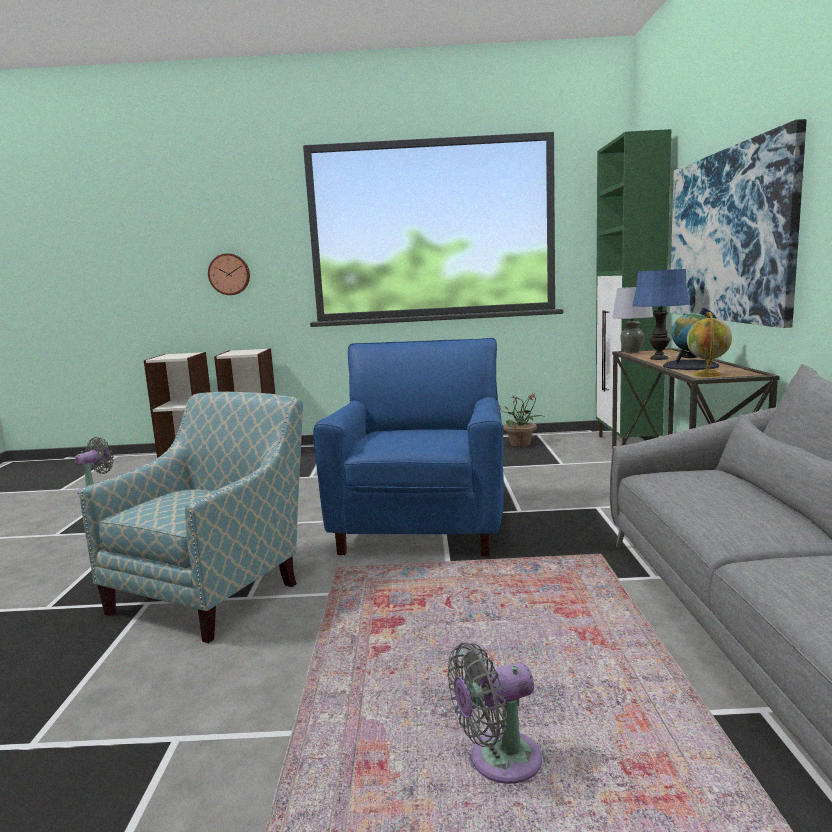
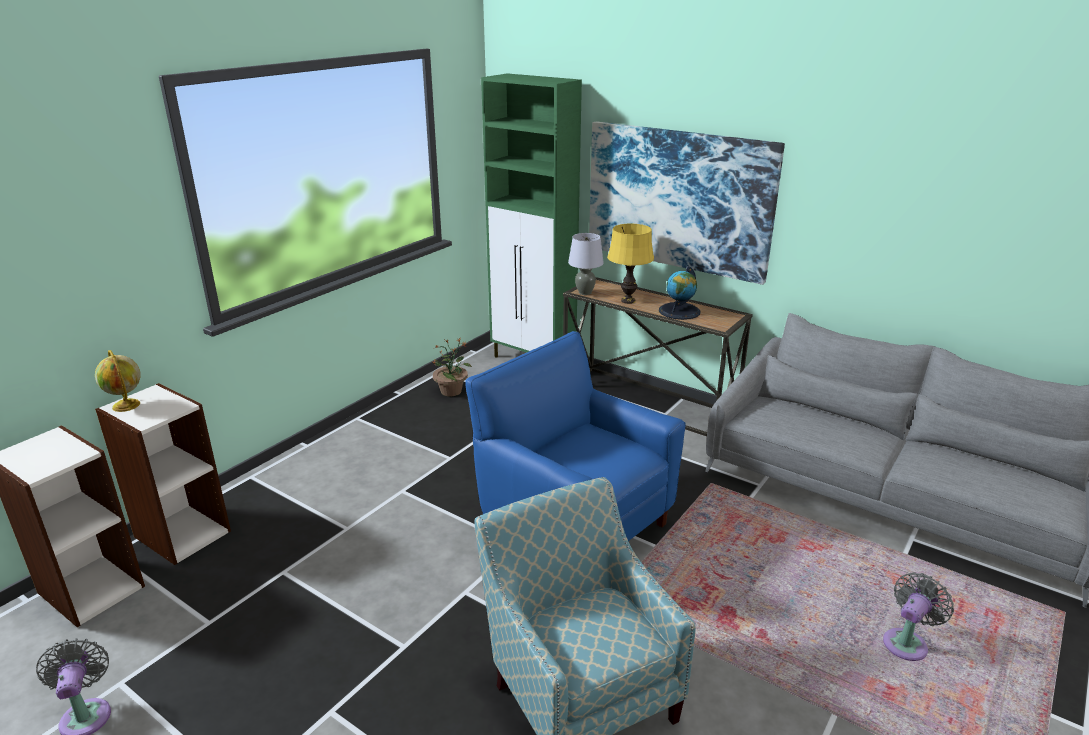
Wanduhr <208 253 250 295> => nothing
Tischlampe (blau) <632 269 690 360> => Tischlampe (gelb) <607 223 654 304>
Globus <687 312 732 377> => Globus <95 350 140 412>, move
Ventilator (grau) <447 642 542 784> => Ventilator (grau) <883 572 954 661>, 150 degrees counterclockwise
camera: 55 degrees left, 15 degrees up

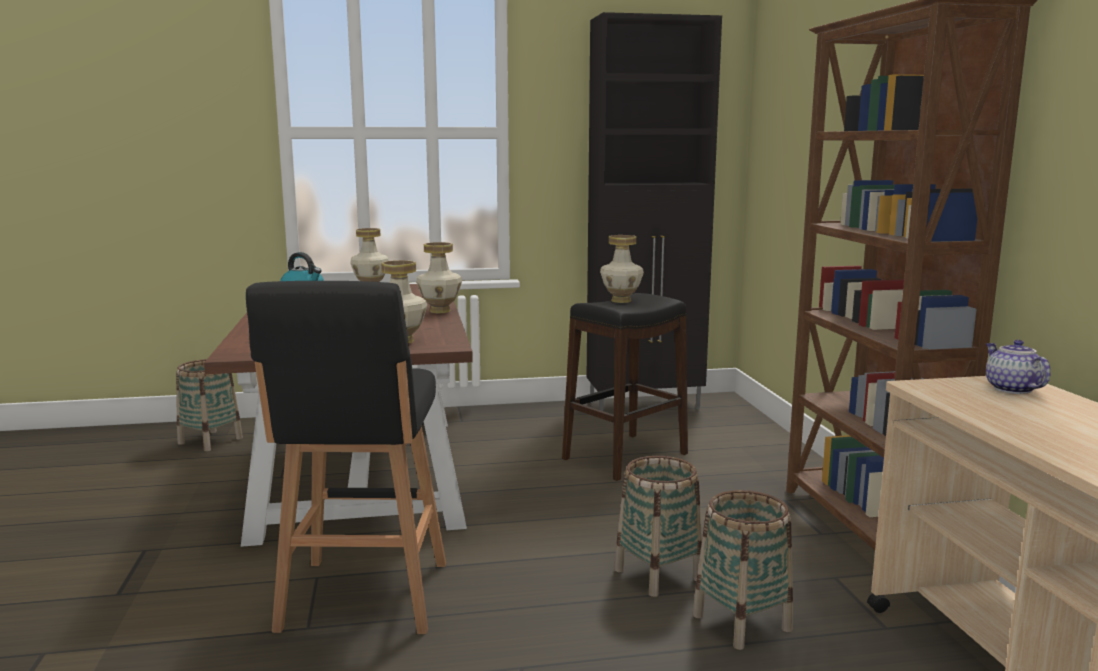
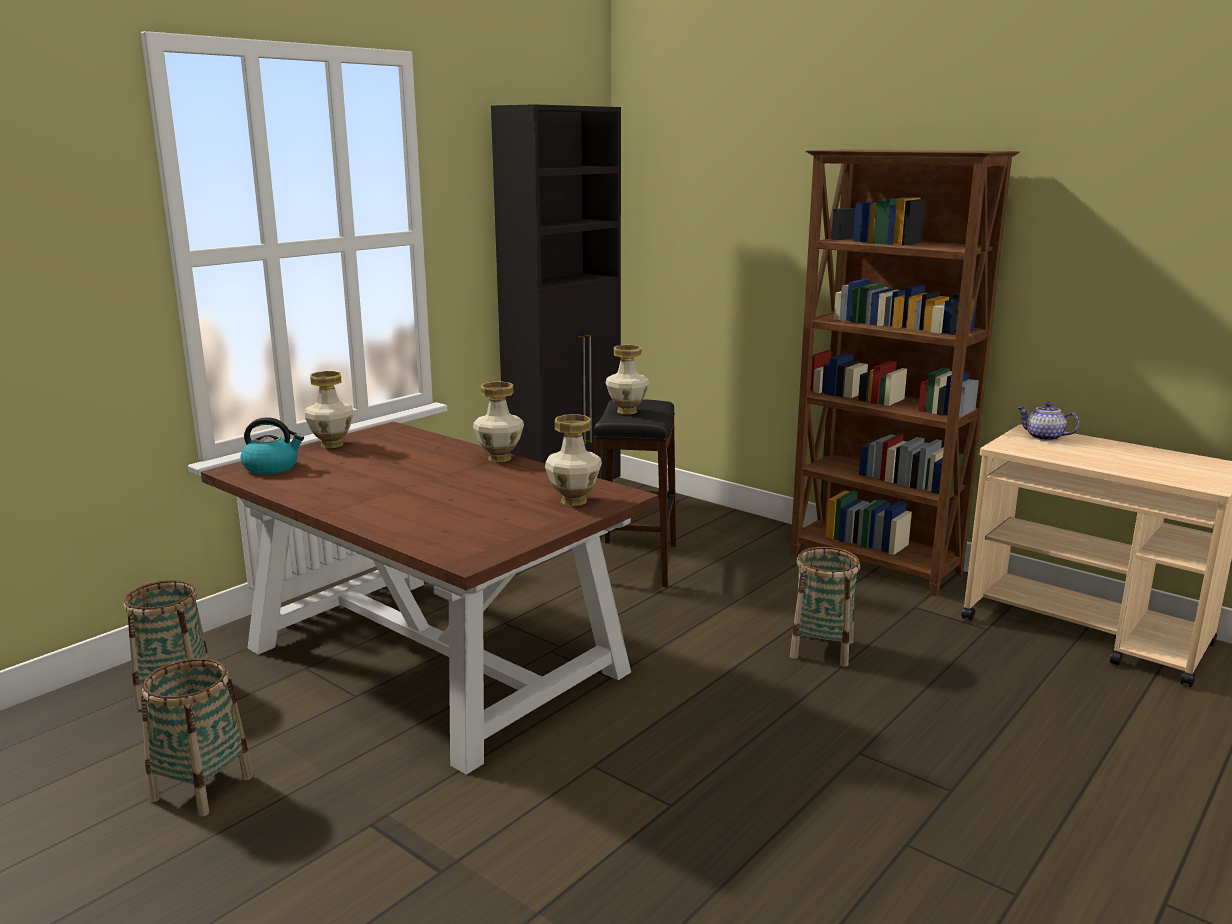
Hocker (schwarz) <246 281 446 634> => nothing
Korb <693 490 793 650> => Korb <141 658 253 817>, move
camera: 40 degrees left, 5 degrees up

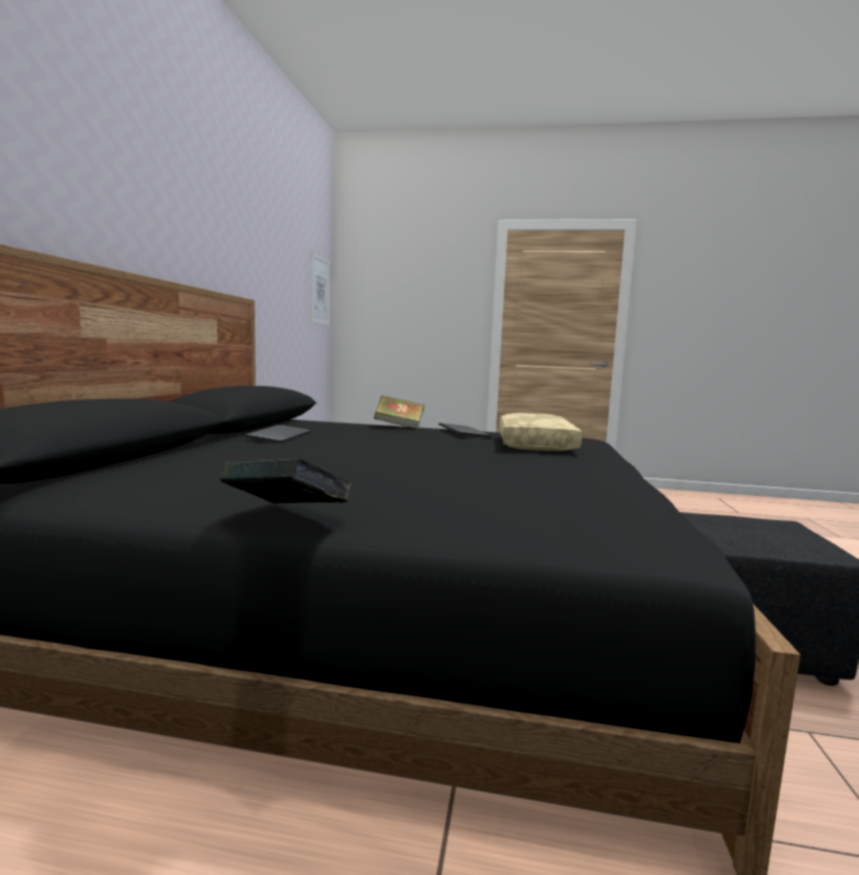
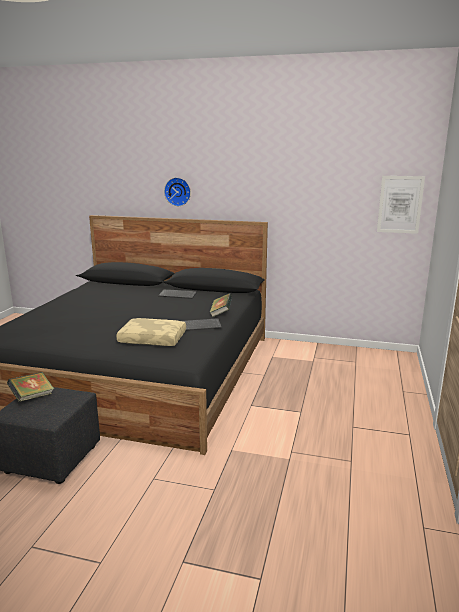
Buch <219 459 352 504> => Buch <7 372 54 402>, move
nothing => Wanduhr <164 177 191 206>
camera: 95 degrees right, 10 degrees up

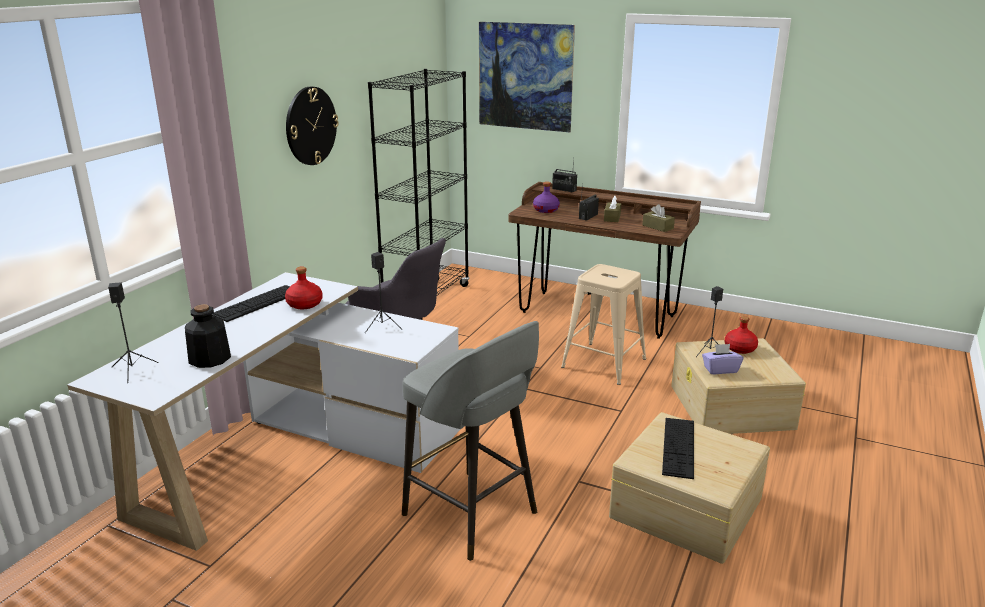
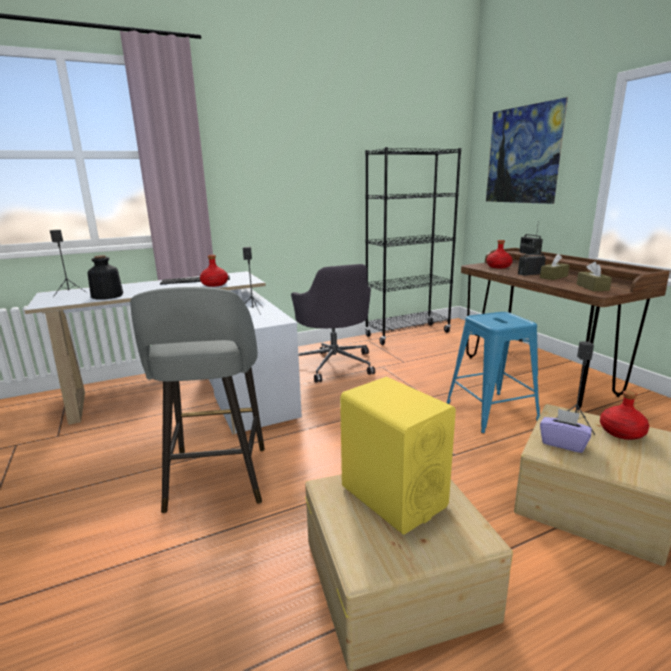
Wanduhr <286 87 339 165> => nothing
Flasche (lila) <533 182 560 213> => Flasche (rot) <486 240 513 268>
Hocker (beige) <561 264 646 385> => Hocker (blau) <446 312 540 433>
Tastatur <662 418 694 479> => Lautsprecher (gelb) <340 377 456 535>
camera: 40 degrees right, 5 degrees down

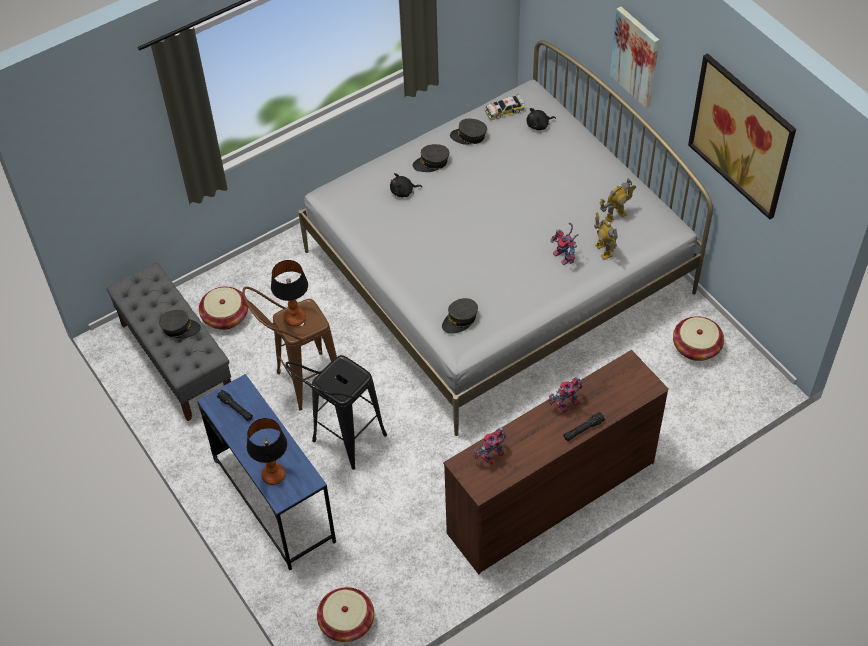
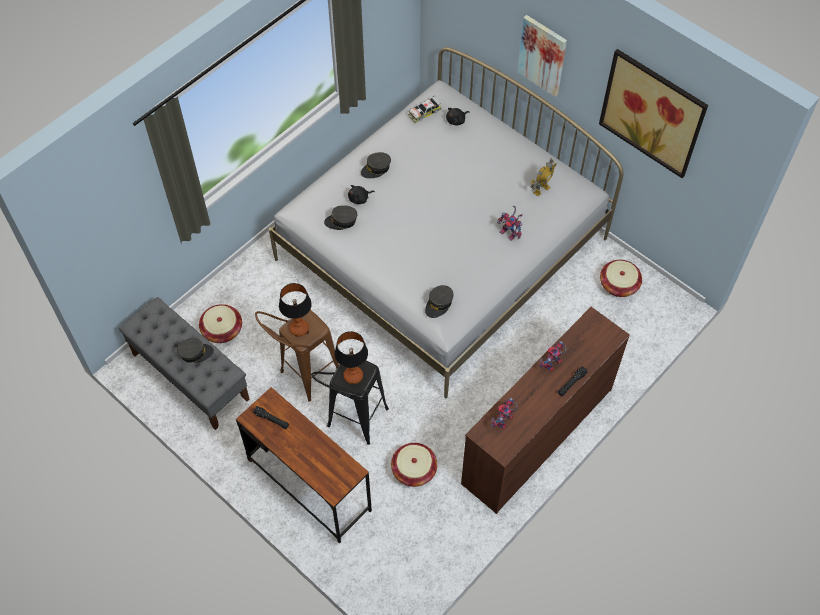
Kappe (grau) <450 119 487 145> => Kappe (grau) <324 205 357 230>, move
Spielzeugroboter <594 212 617 260> => nothing
Schreibtisch (blau) <197 374 336 570> => Schreibtisch (braun) <236 387 372 543>
Tischlampe <247 418 287 485> => Tischlampe <335 331 368 384>, move
Korb <317 587 374 642> => Korb <391 443 437 487>, move
camera: 15 degrees left, 5 degrees up

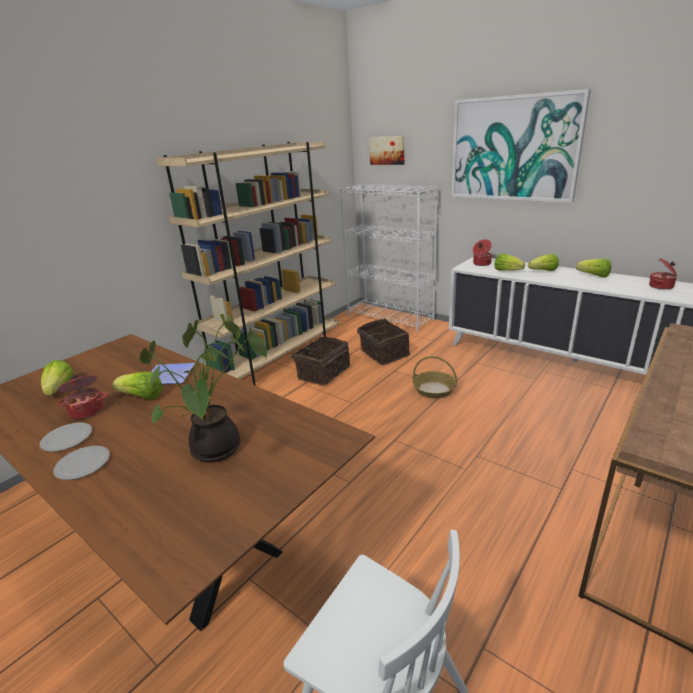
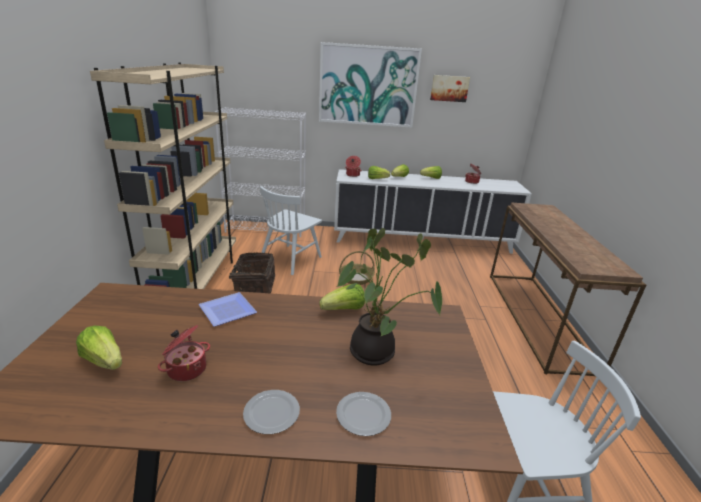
Bild <369 136 404 165> => Bild <430 75 470 102>, move
Korb <357 319 410 365> => Stuhl (weiß) <260 186 322 275>
Salatkopf <112 372 162 399> => Salatkopf <319 284 365 310>, move
Teller <40 423 92 452> => Teller <336 392 391 436>, move
camera: 40 degrees left, 0 degrees up

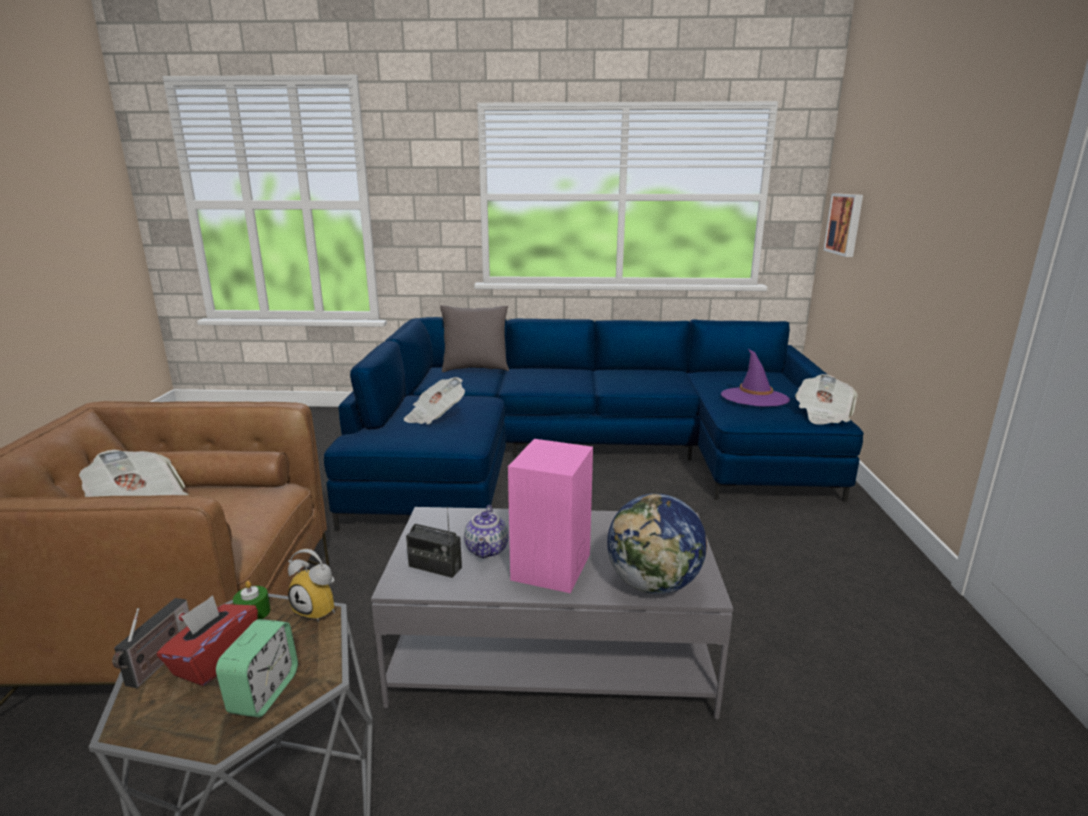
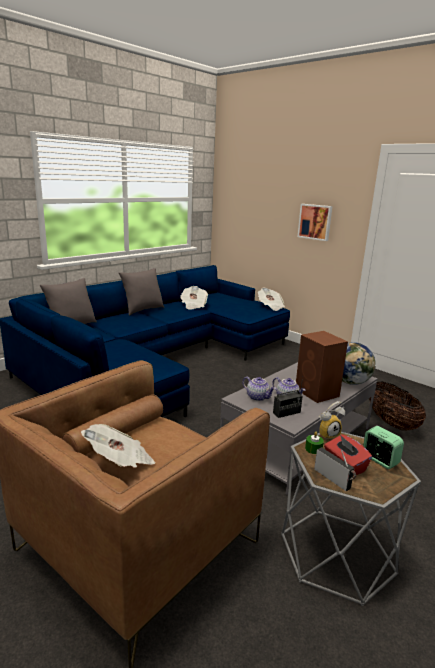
Bild <824 193 863 257> => Bild <297 204 332 241>, move
Hut (lila) <721 349 790 407> => nothing
Zeitung <404 377 465 424> => Zeitung <180 286 208 310>, move
Lautsprecher (rosa) <508 439 593 593> => Lautsprecher (braun) <296 331 348 403>
nothing => Kissen (grau) <119 268 164 316>
nothing => Teekanne <243 377 276 401>
nothing => Korb <369 382 426 431>
camera: 50 degrees left, 0 degrees up

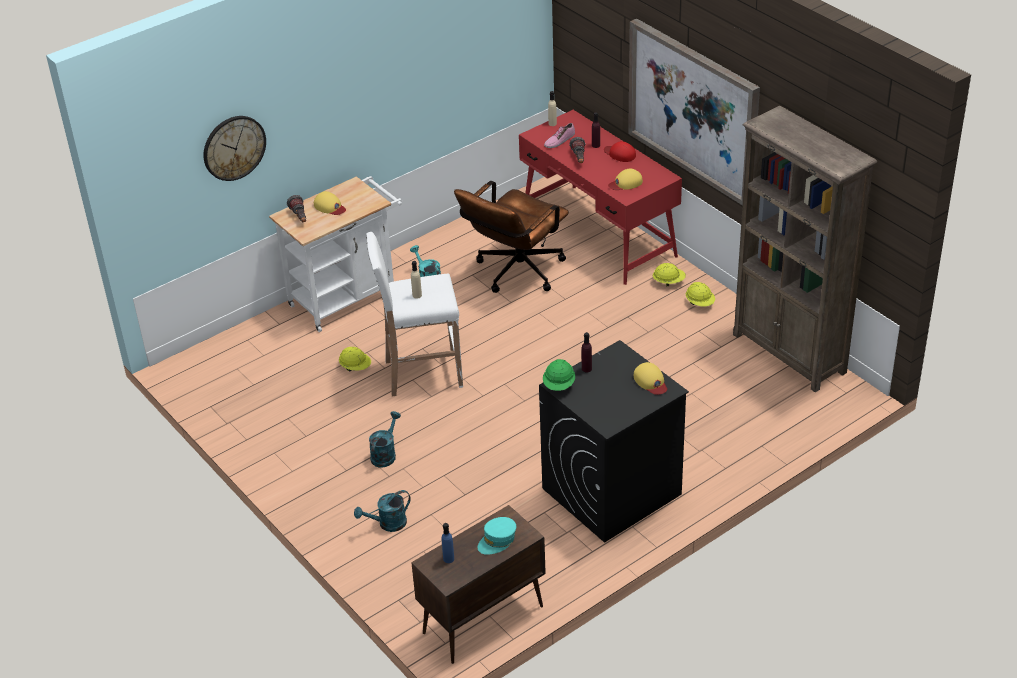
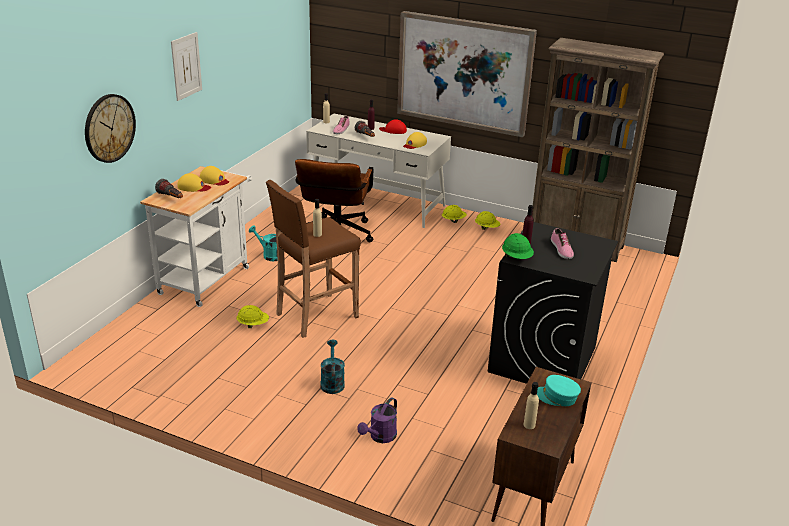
Schreibtisch (rot) <519 110 682 285> => Schreibtisch (weiß) <306 114 451 228>
Hocker (weiß) <366 232 463 396> => Hocker (braun) <266 180 361 338>
Kappe (gelb) <634 362 667 395> => Kappe (gelb) <200 166 229 185>, move
Gießkanne (türkis) <354 490 411 532> => Gießkanne (lila) <357 397 397 443>
Kappe (türkis) <478 517 516 555> => Kappe (türkis) <537 375 581 406>, 90 degrees clockwise
Flasche (blau) <442 523 454 563> => Flasche (beige) <523 382 539 429>
nothing => Bild <171 32 202 101>
nothing => Schuh <551 228 574 259>
camera: 30 degrees left, 10 degrees down

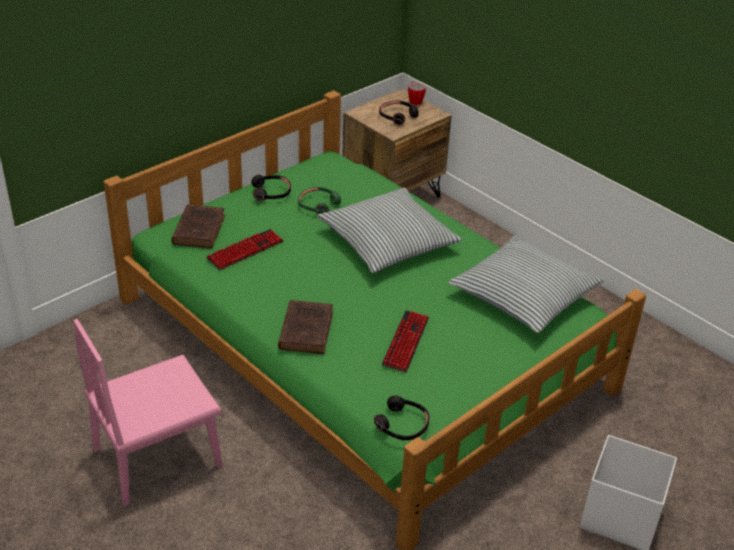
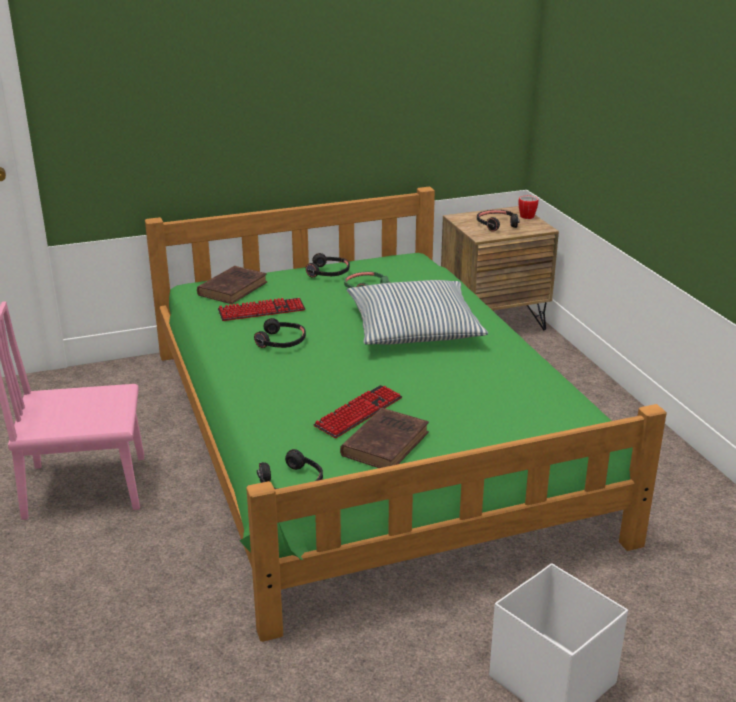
Kissen <448 235 604 333> => nothing
Buch (braun) <278 300 333 354> => Buch (braun) <340 408 429 468>, move
nothing => Kopfhörer (schwarz) <254 318 306 348>
camera: 25 degrees right, 10 degrees down

